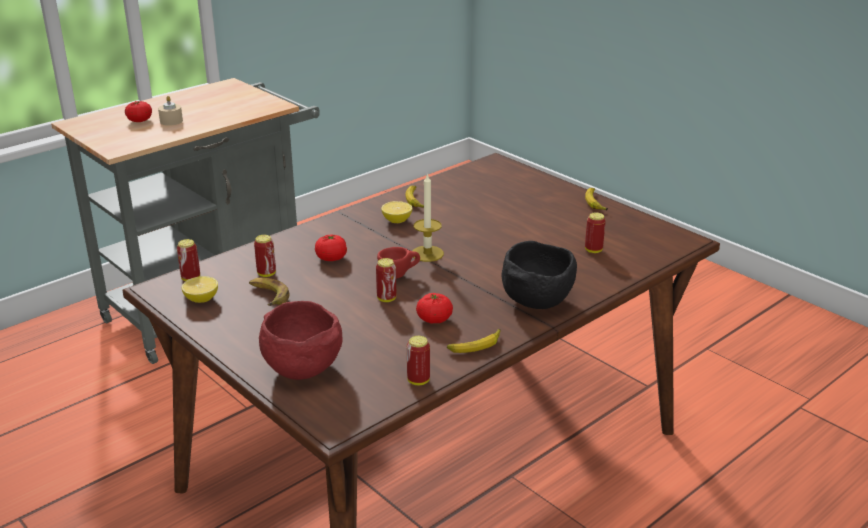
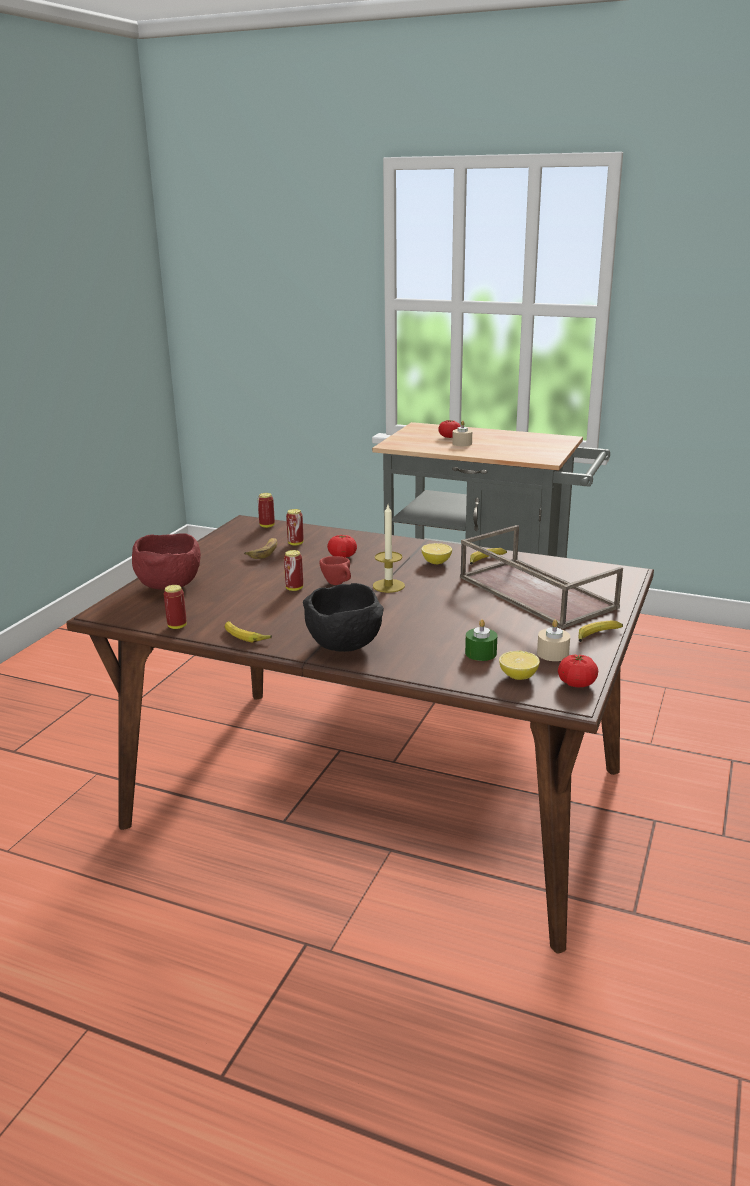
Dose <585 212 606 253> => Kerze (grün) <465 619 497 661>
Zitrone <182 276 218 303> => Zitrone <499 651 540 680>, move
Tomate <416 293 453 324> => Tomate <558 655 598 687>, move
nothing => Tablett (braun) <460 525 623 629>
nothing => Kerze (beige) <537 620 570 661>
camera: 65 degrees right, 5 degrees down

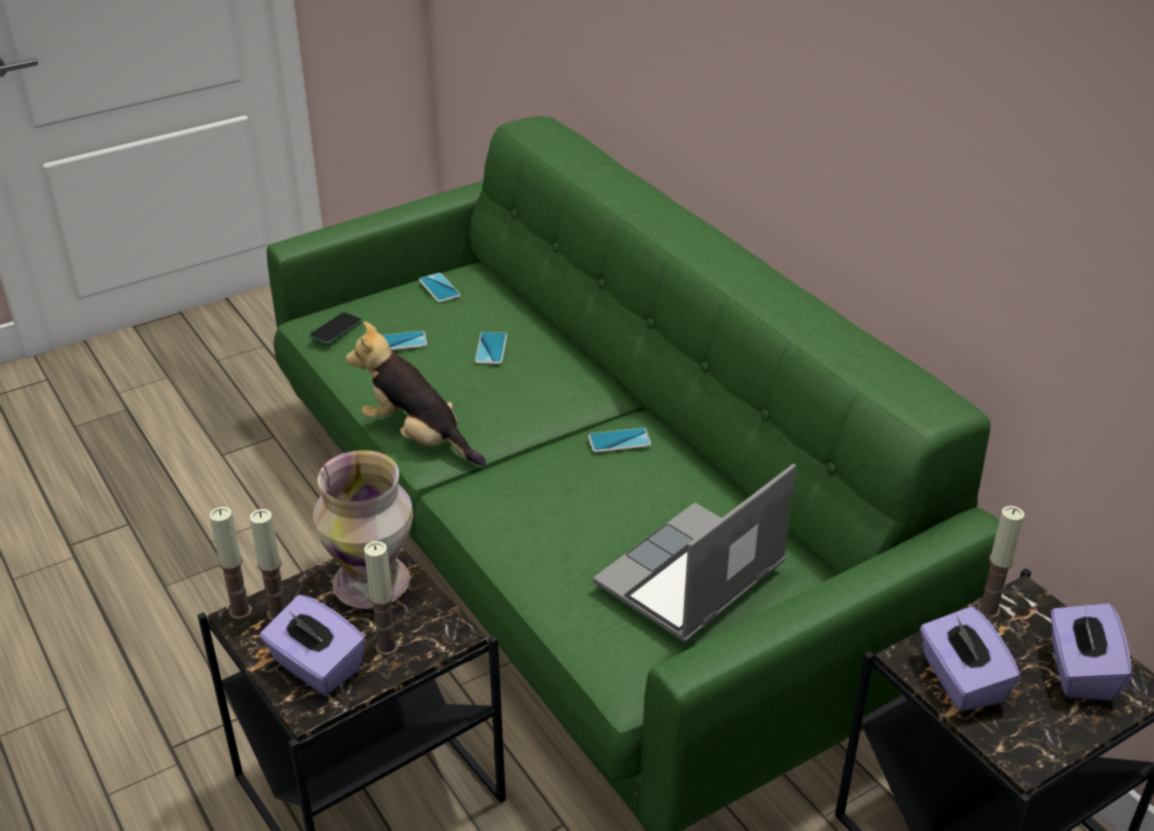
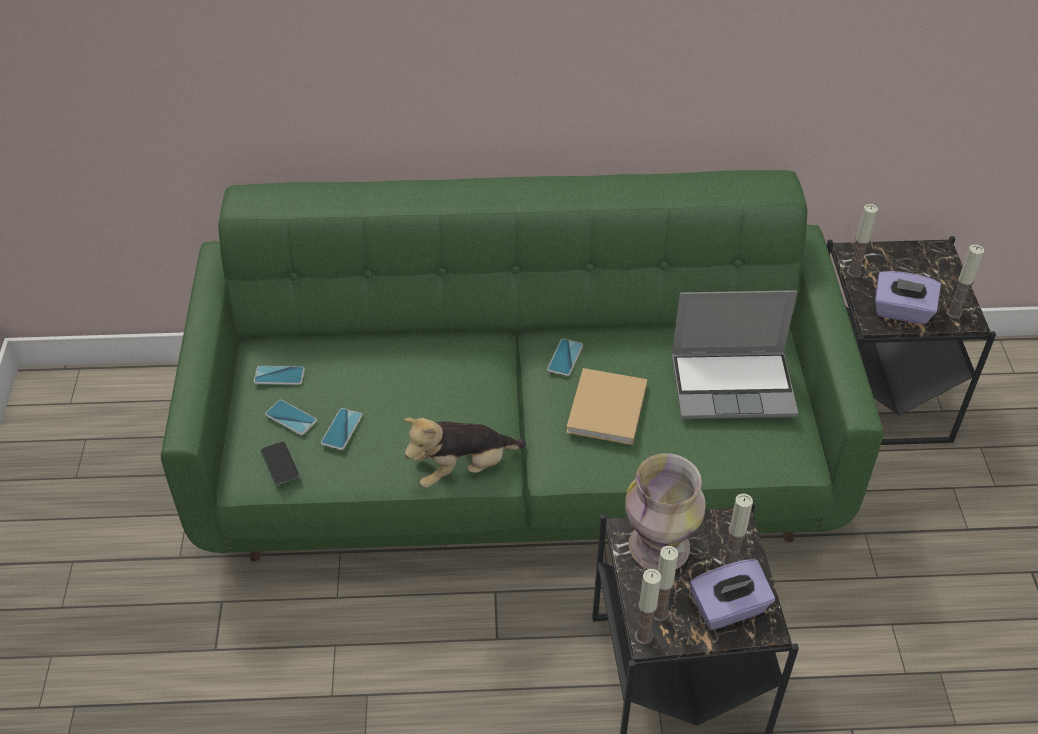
Handy <475 332 507 364> => Handy <265 400 317 435>, move
Laptop <593 463 796 643> => Laptop <671 290 798 419>, 75 degrees counterclockwise
Taschentuchbox (lila) <1051 602 1132 701> => nothing
nothing => Kerze <946 244 984 319>
nothing => Buch (beige) <566 368 647 445>
camera: 60 degrees left, 10 degrees up

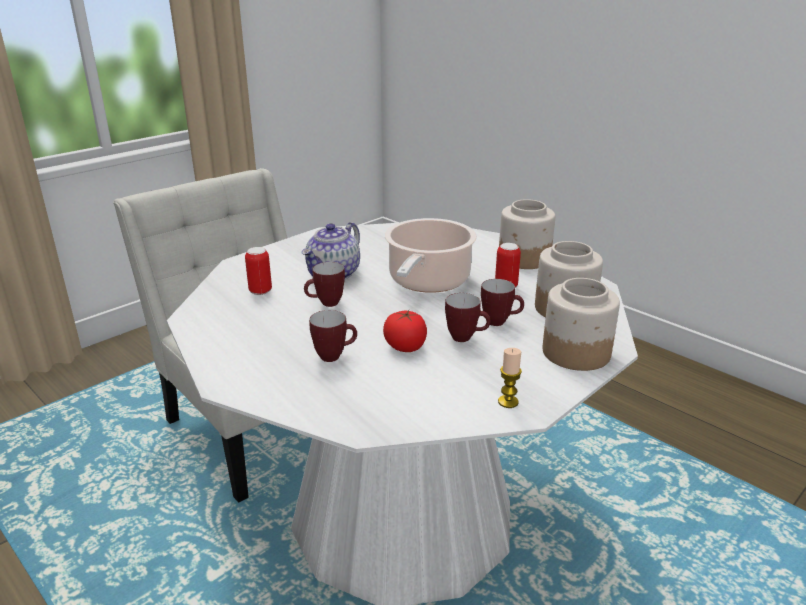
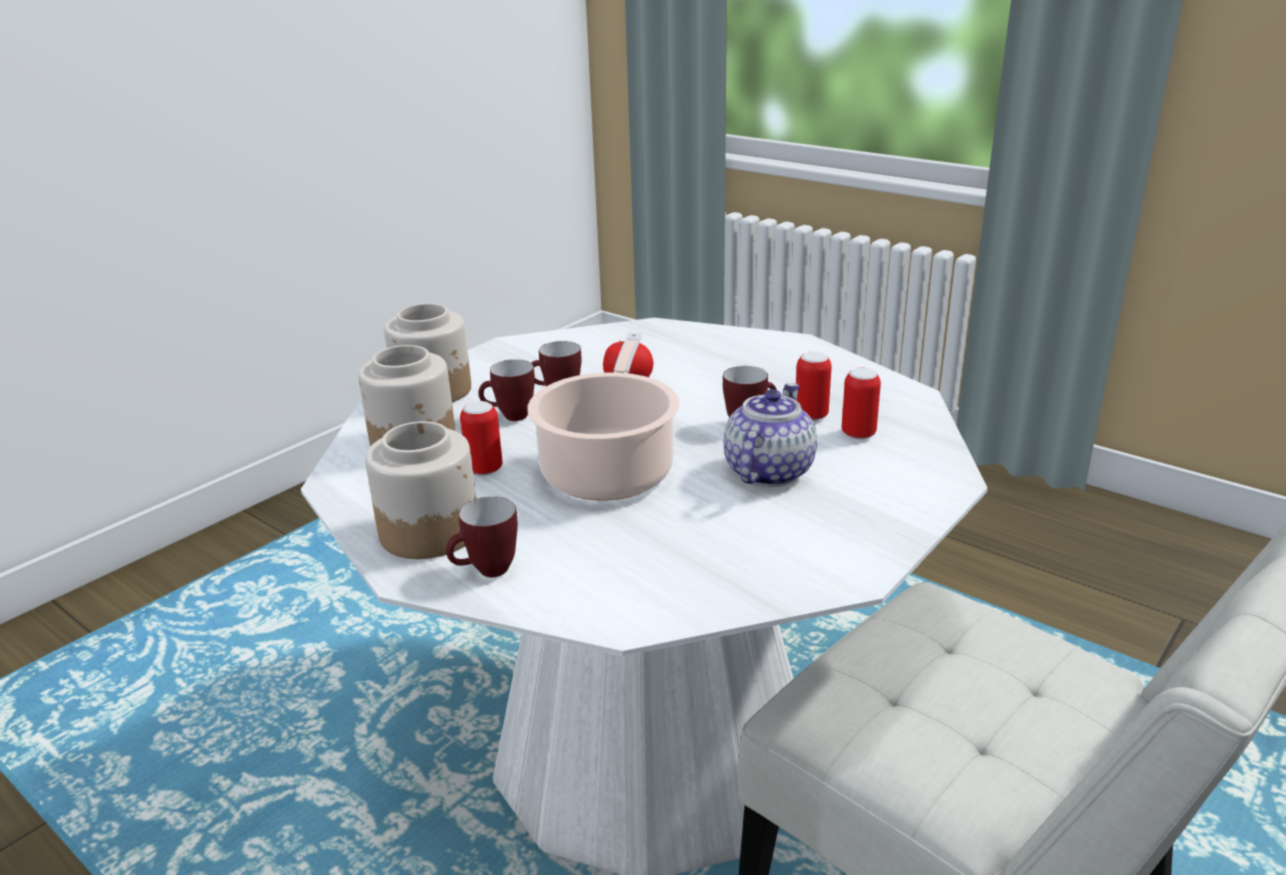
Henkelbecher <309 310 357 362> => Henkelbecher <446 496 518 577>, move
Kerze <498 348 522 408> => nothing
nothing => Dose <796 352 832 421>
camera: 175 degrees right, 0 degrees up

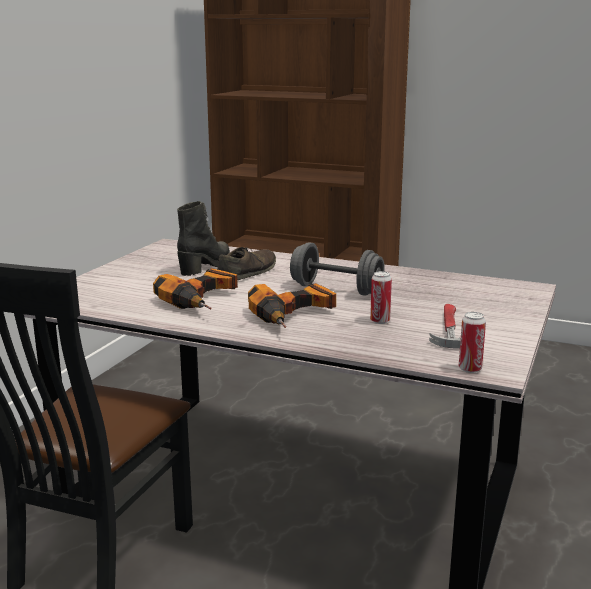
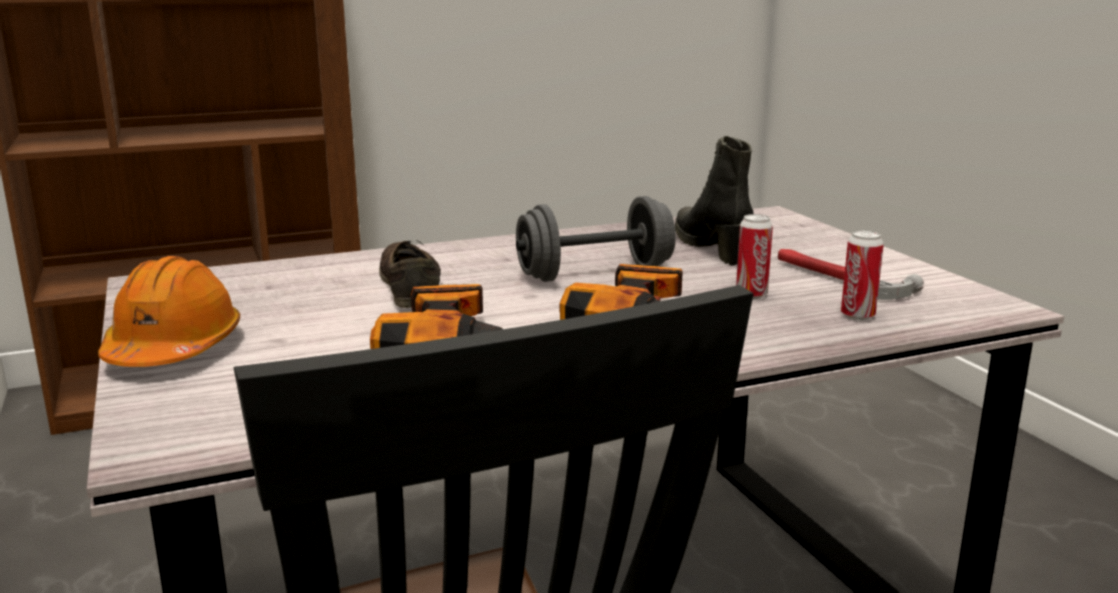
Stiefel (schwarz) <177 201 230 276> => Stiefel (schwarz) <675 136 753 266>, move
Dose <459 312 486 373> => Dose <841 230 884 320>, move
nothing => Schutzhelm (orange) <98 256 240 367>
camera: 45 degrees left, 0 degrees up

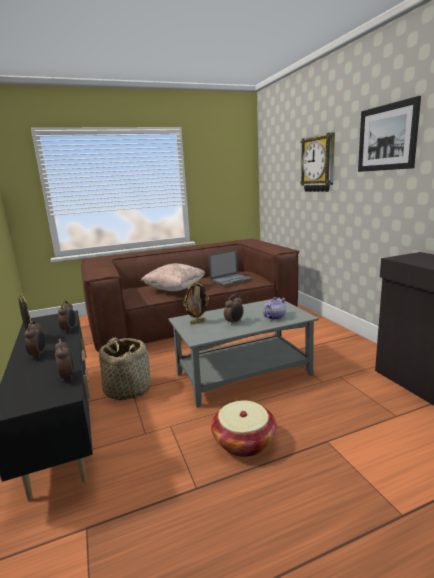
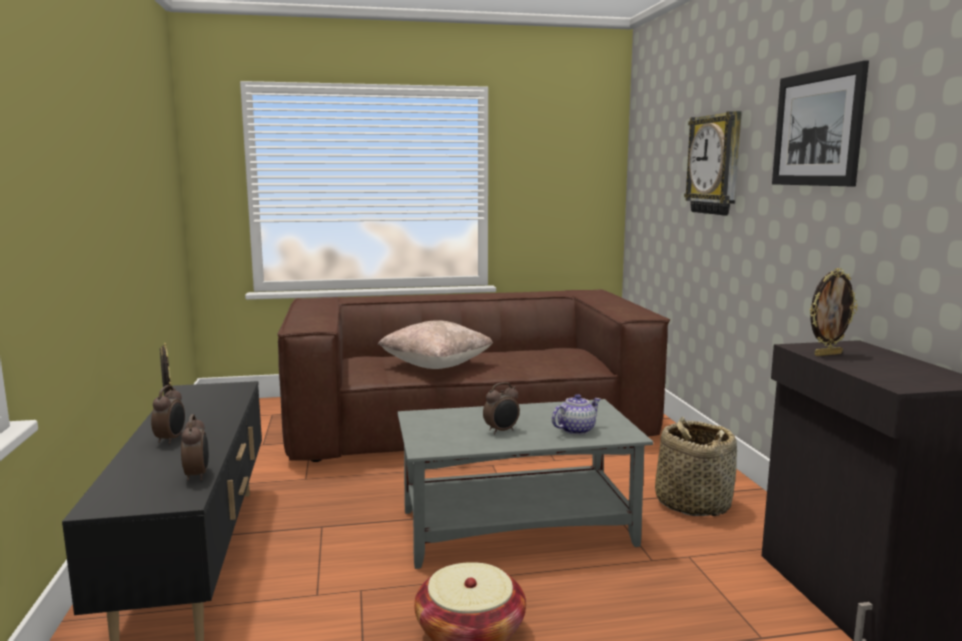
Laptop <208 250 253 286> => nothing
Bilderrahmen <183 282 209 324> => Bilderrahmen <810 268 858 356>, move
Wecker <58 301 76 333> => nothing
Korb <99 337 150 400> => Korb <655 417 737 516>, move
camera: 10 degrees right, 5 degrees down

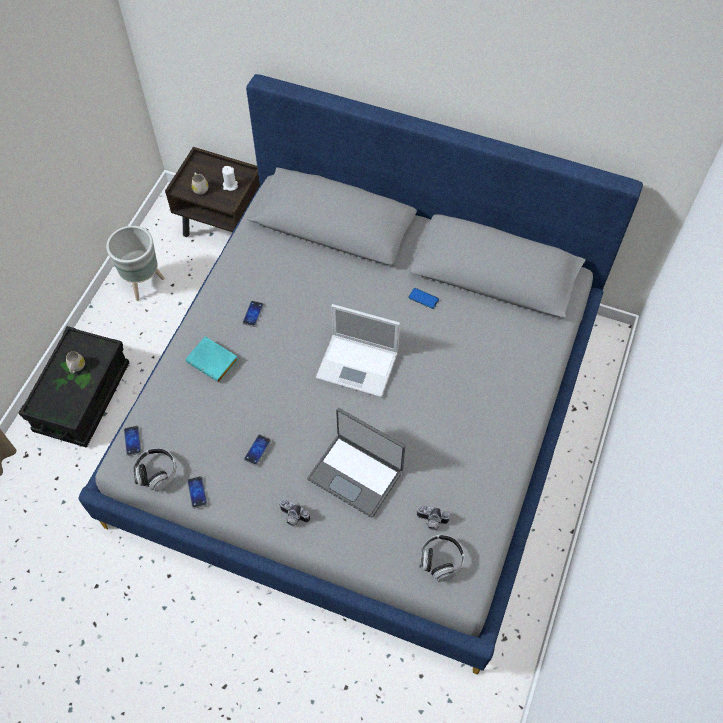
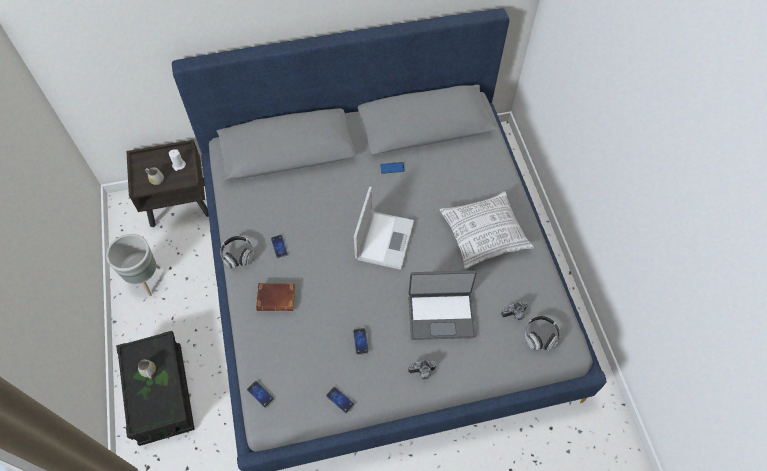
Laptop <315 304 400 398> => Laptop <354 187 414 270>, 60 degrees counterclockwise
Buch (türkis) <186 337 238 382> => Buch (braun) <256 283 295 311>
Kopfhörer <133 448 176 492> => Kopfhörer <220 236 254 269>, move
nothing => Kissen <440 191 534 269>
camera: 35 degrees left, 0 degrees up

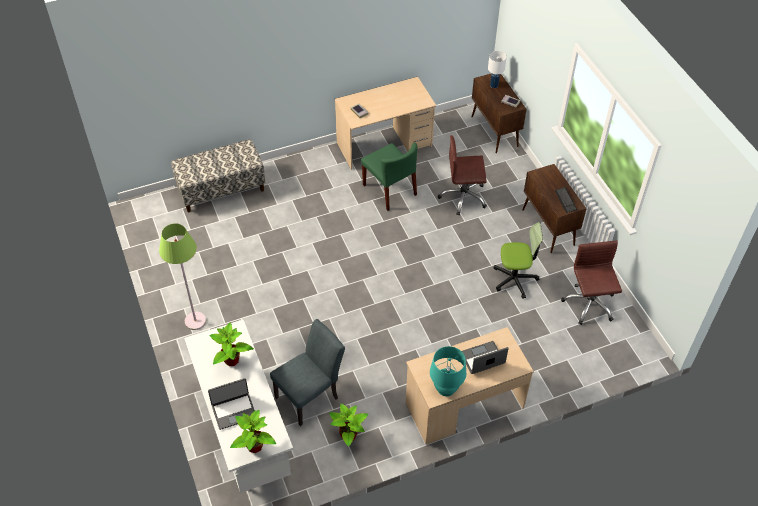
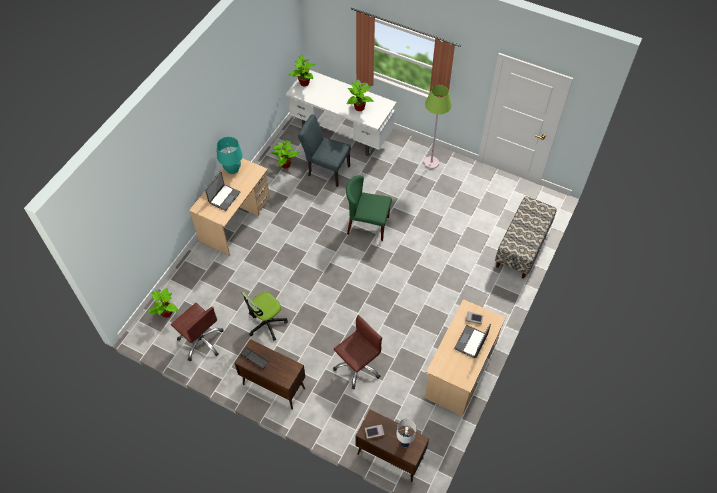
Stuhl (grün) <361 142 417 211> => Stuhl (grün) <346 175 392 241>, move
Stuhl (grau) <270 319 345 426> => Stuhl (grau) <298 114 351 187>, 105 degrees clockwise
Laptop <208 378 254 430> => Laptop <454 324 491 358>, move
nothing => Topfpflanze <148 288 179 318>
camera: 140 degrees right, 5 degrees up

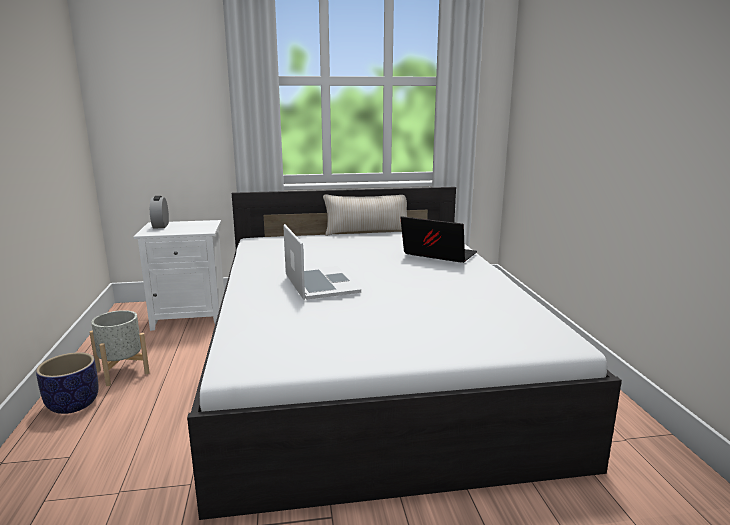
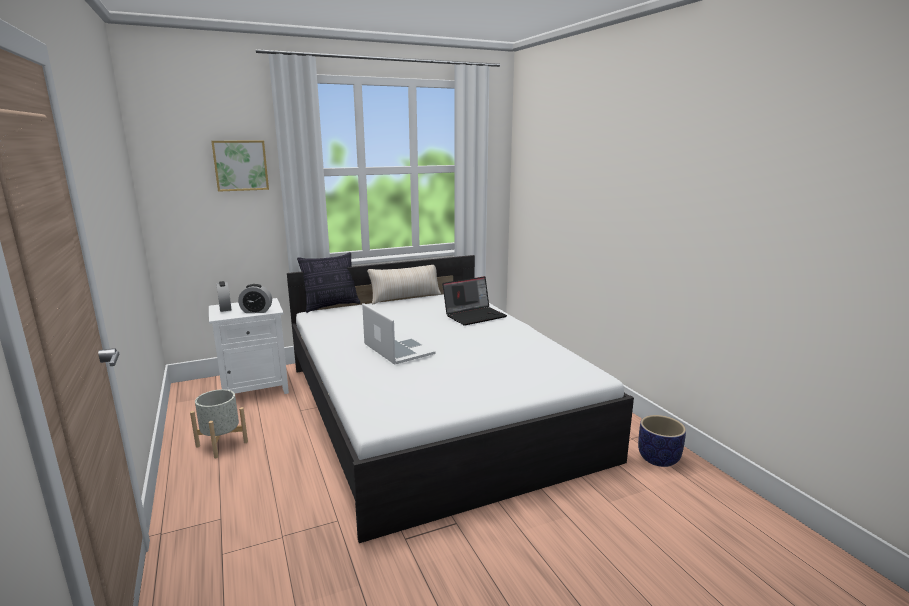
Laptop <401 216 477 263> => Laptop <442 276 507 326>, 135 degrees clockwise
Pflanzkübel <36 352 99 414> => Pflanzkübel <638 415 686 467>, move
nothing => Bild <211 140 269 192>
nothing => Kissen <297 252 360 313>
nothing => Wecker <238 284 272 313>
camera: 15 degrees left, 0 degrees up

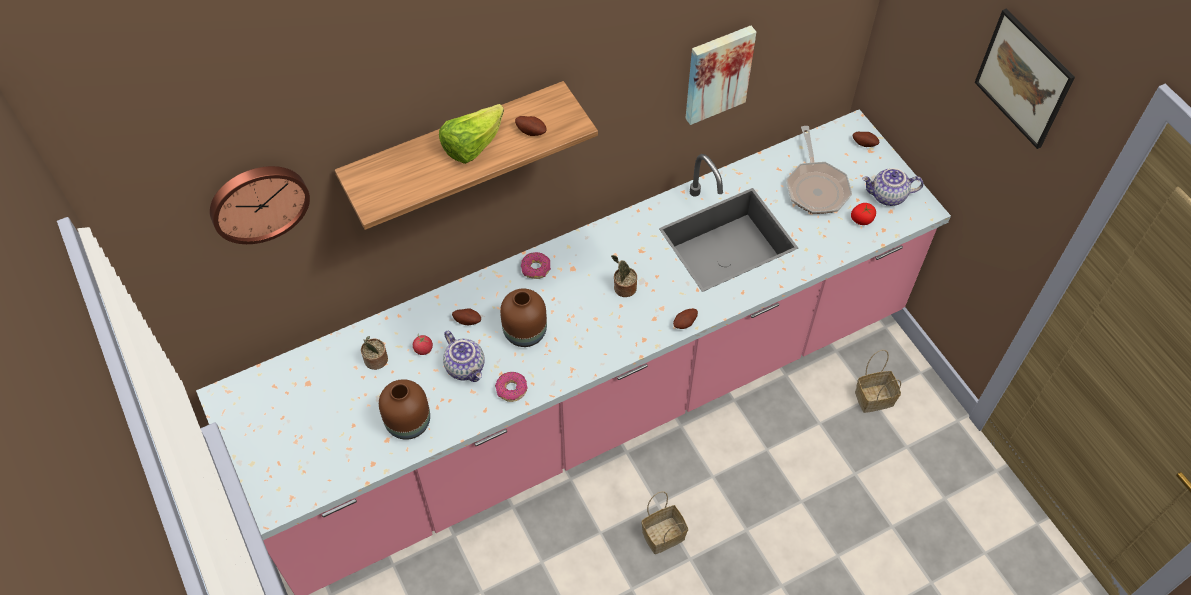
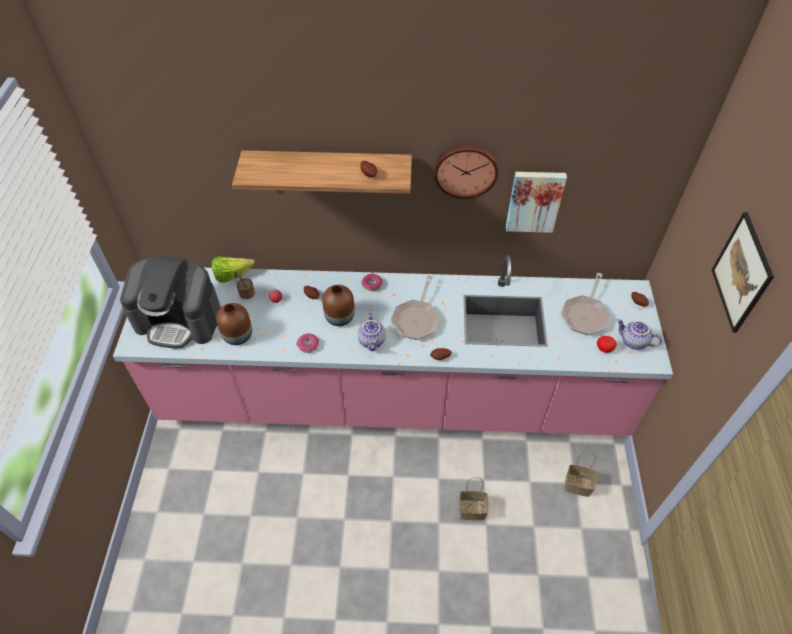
Salatkopf <439 104 504 164> => Salatkopf <212 256 255 283>, move
Wanduhr <210 166 310 244> => Wanduhr <434 144 498 199>, move
Topfpflanze <611 255 637 297> => Pfanne <390 275 440 340>
Teekanne <443 331 485 382> => Teekanne <357 312 386 351>, move
Korb <641 491 688 554> => Korb <459 477 489 520>, move
nothing => Kaffeemaschine <120 256 221 348>
camera: 30 degrees right, 5 degrees down

